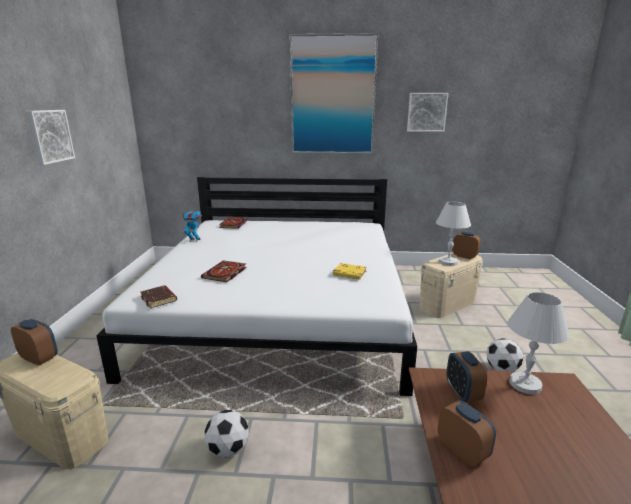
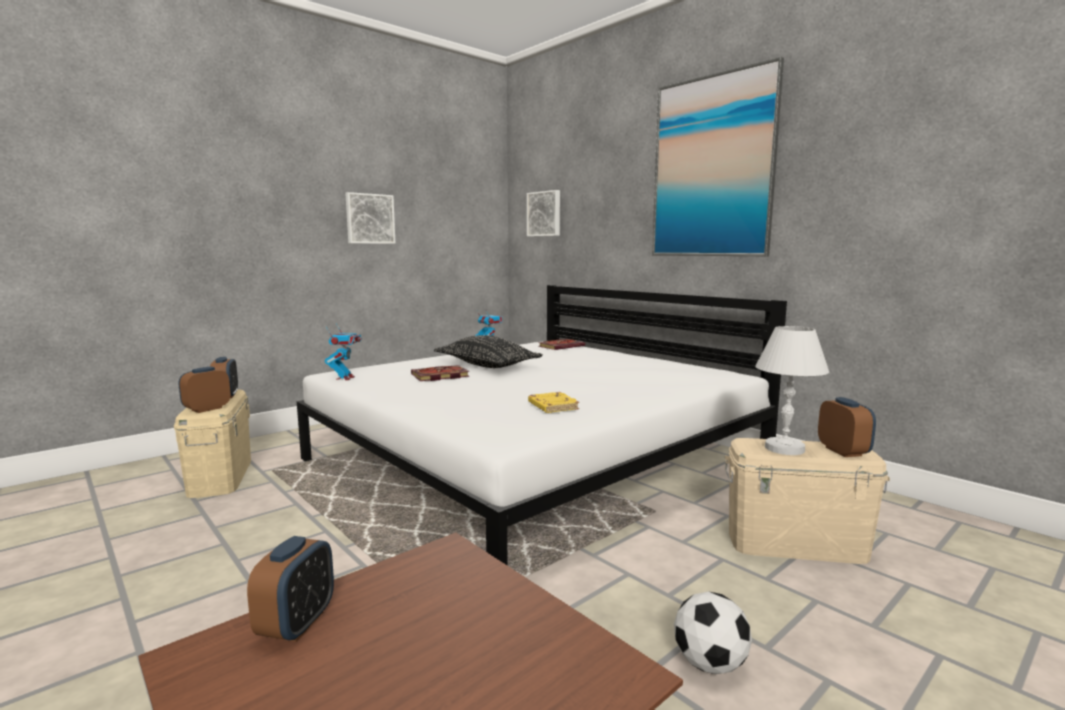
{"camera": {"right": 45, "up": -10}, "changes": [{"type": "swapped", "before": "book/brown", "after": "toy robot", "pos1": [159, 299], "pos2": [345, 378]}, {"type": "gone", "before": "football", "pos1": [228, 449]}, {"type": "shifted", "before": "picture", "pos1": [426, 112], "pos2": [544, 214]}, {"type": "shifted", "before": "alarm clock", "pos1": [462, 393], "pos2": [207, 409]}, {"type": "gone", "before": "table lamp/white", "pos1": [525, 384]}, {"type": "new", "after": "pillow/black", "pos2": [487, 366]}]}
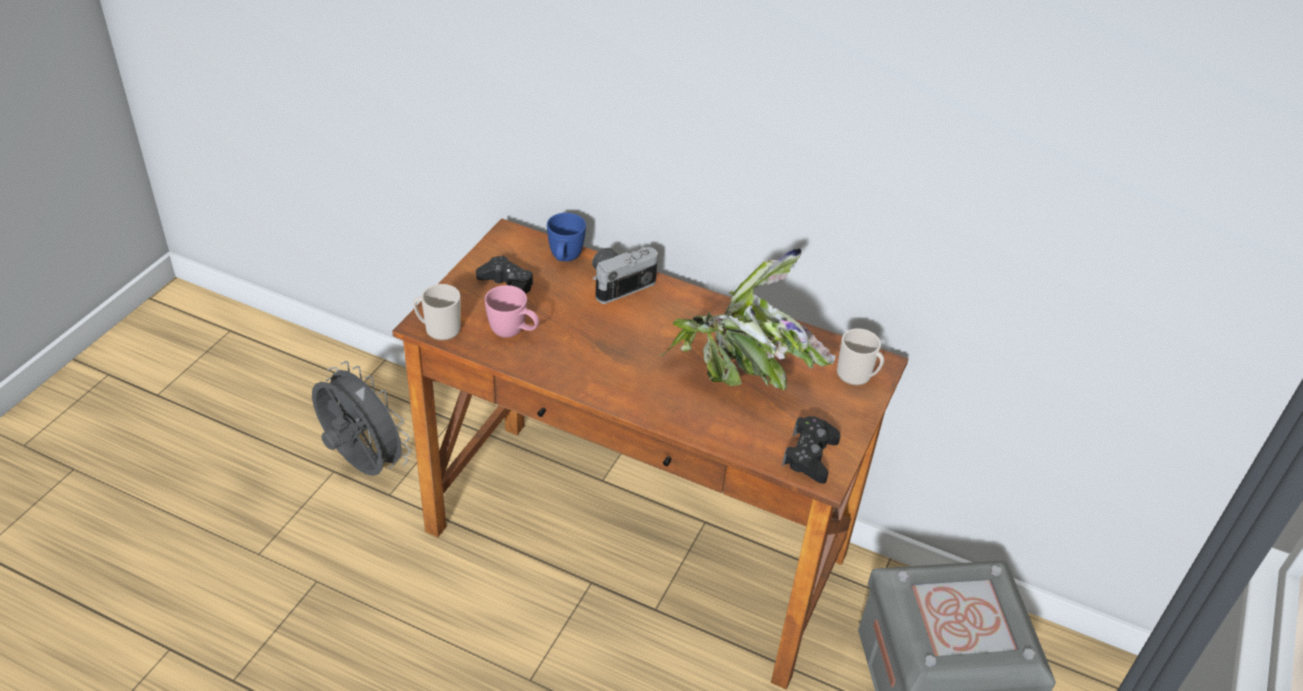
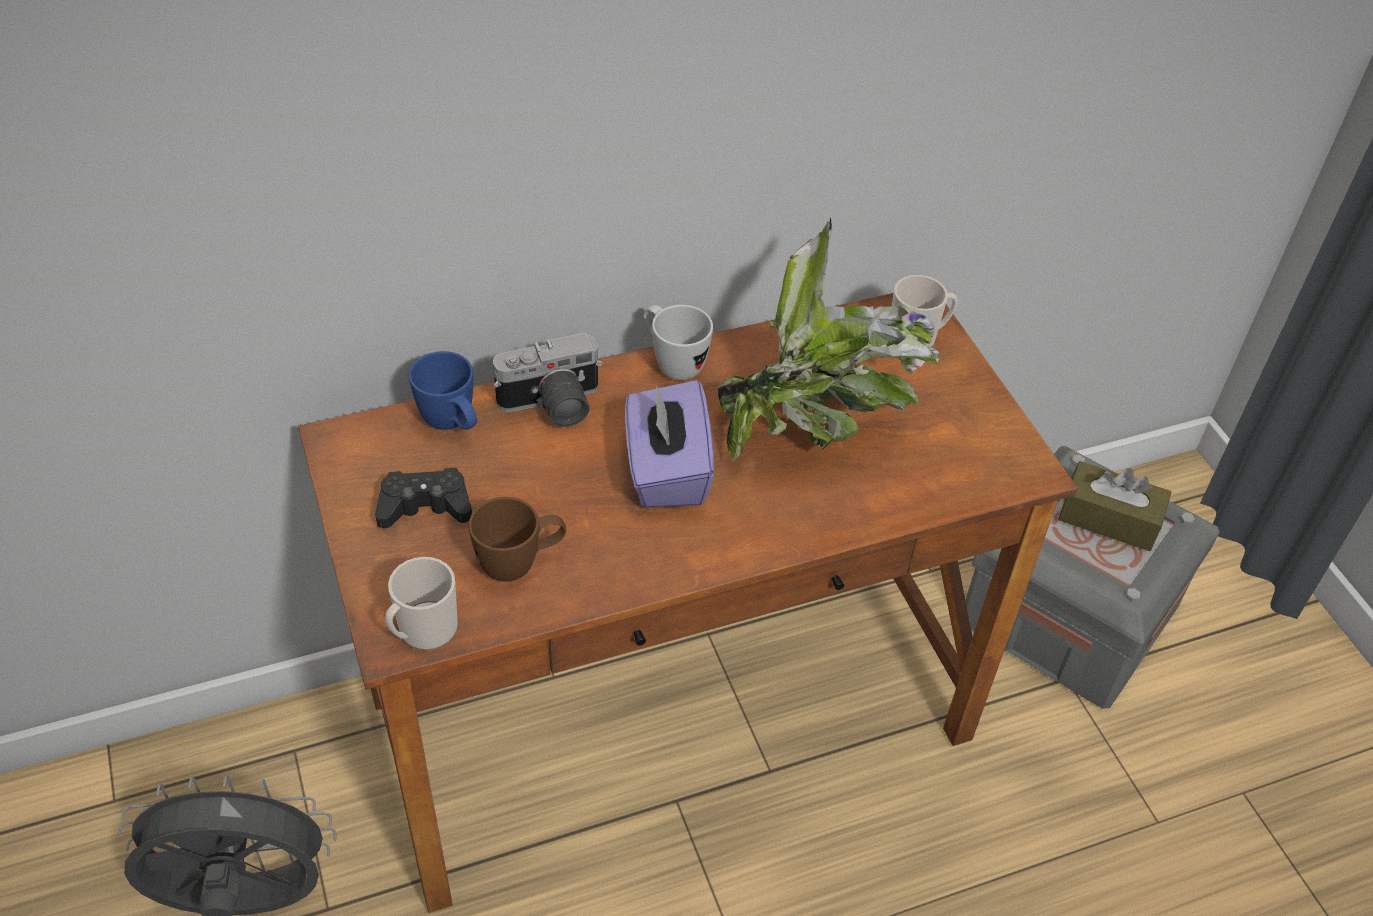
{"camera": {"right": -45, "up": 5}, "changes": [{"type": "repainted", "before": "mug/pink", "after": "mug/brown", "pos1": [513, 333], "pos2": [520, 563]}, {"type": "rotated", "before": "photo camera", "pos1": [619, 282], "pos2": [552, 407], "turn": -120}, {"type": "gone", "before": "game controller/black", "pos1": [810, 455]}, {"type": "new", "after": "tissue box/purple", "pos2": [666, 471]}, {"type": "new", "after": "mug/white", "pos2": [672, 363]}, {"type": "new", "after": "tissue box/brown", "pos2": [1109, 519]}]}
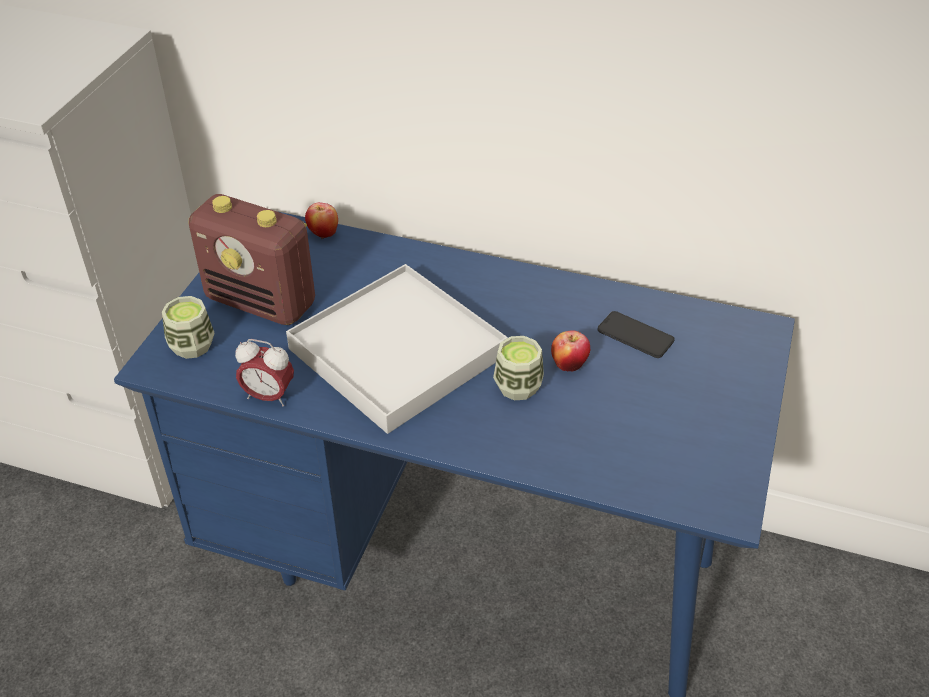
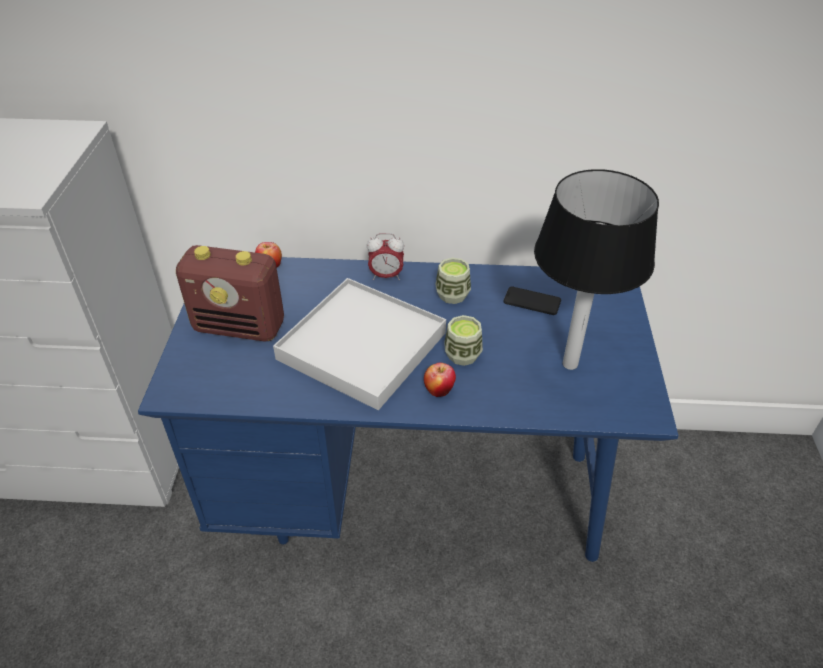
{"camera": {"right": -15, "up": 0}, "changes": [{"type": "shifted", "before": "cup", "pos1": [192, 345], "pos2": [452, 295]}, {"type": "shifted", "before": "alarm clock", "pos1": [268, 396], "pos2": [386, 276]}, {"type": "shifted", "before": "apple", "pos1": [569, 365], "pos2": [439, 390]}, {"type": "new", "after": "table lamp", "pos2": [569, 364]}]}
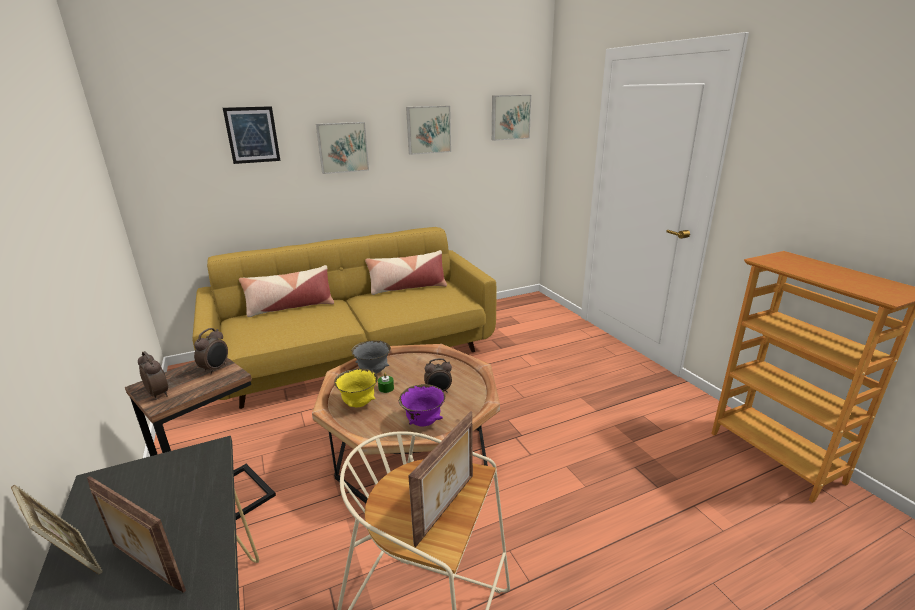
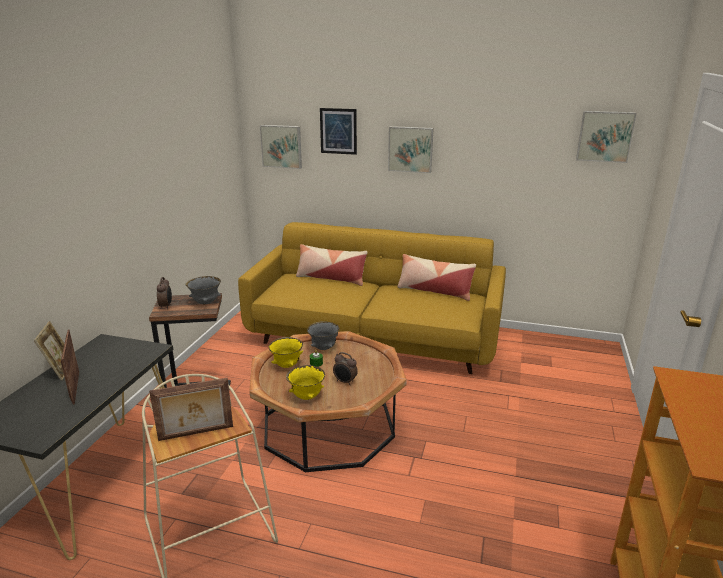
{"camera": {"right": 40, "up": 0}, "changes": [{"type": "swapped", "before": "alarm clock", "after": "bowl/grey", "pos1": [216, 369], "pos2": [206, 303]}, {"type": "repainted", "before": "bowl/purple", "after": "bowl/yellow", "pos1": [423, 422], "pos2": [307, 397]}, {"type": "shifted", "before": "picture", "pos1": [428, 129], "pos2": [282, 146]}]}
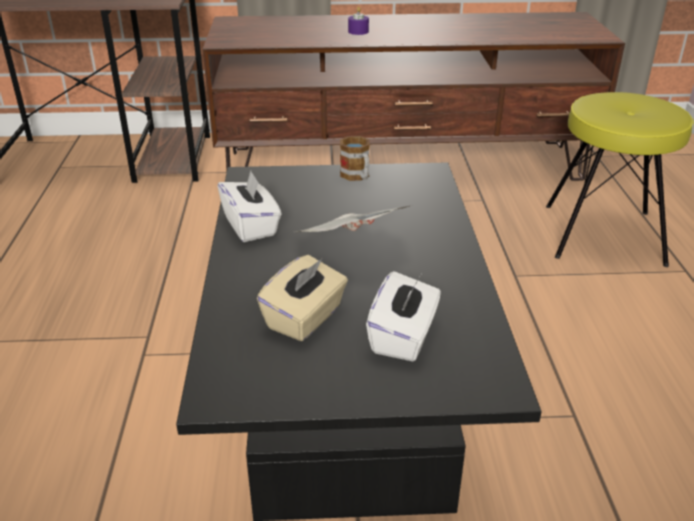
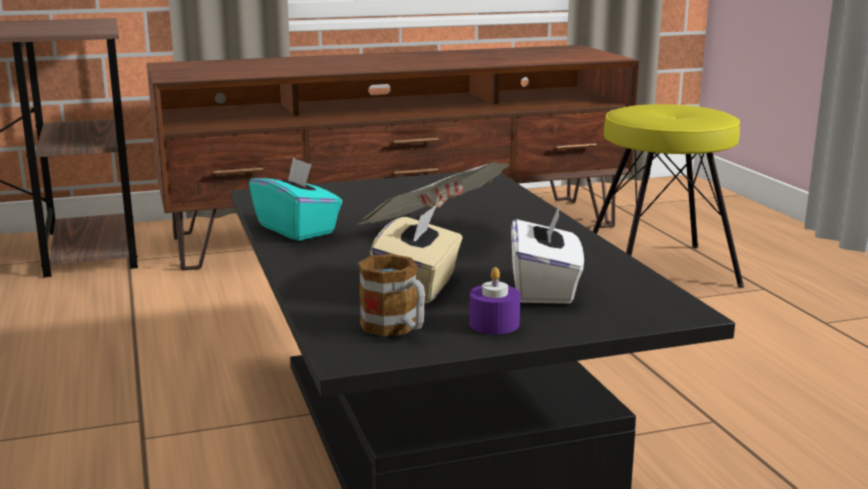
{"camera": {"right": -15, "up": -15}, "changes": [{"type": "repainted", "before": "tissue box/white", "after": "tissue box/turquoise", "pos1": [251, 226], "pos2": [297, 229]}, {"type": "shifted", "before": "mug", "pos1": [357, 176], "pos2": [396, 328]}, {"type": "shifted", "before": "candle/purple", "pos1": [358, 31], "pos2": [494, 324]}]}
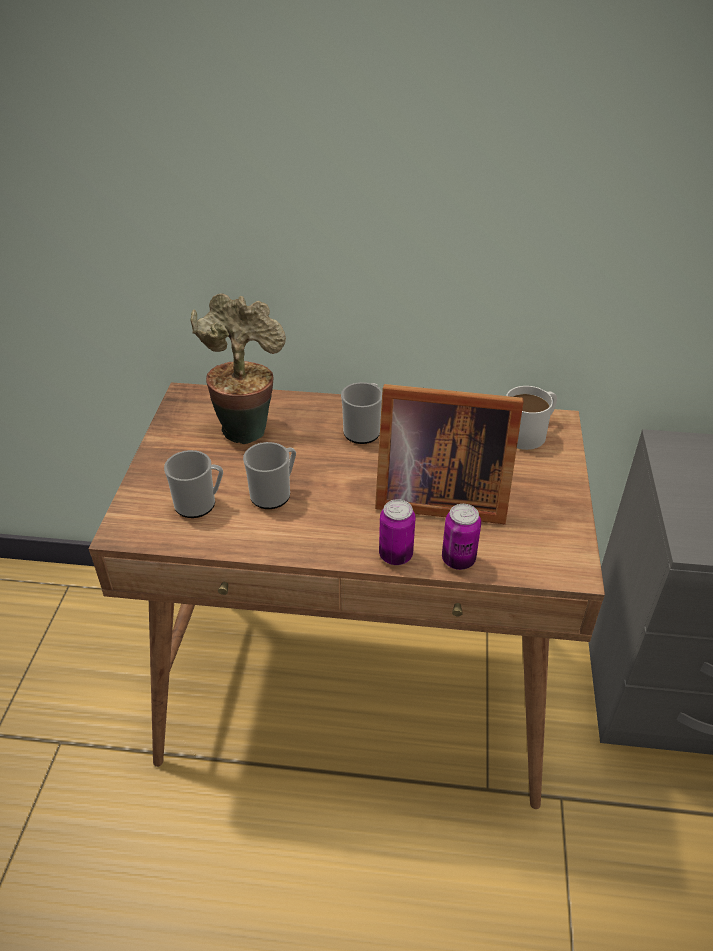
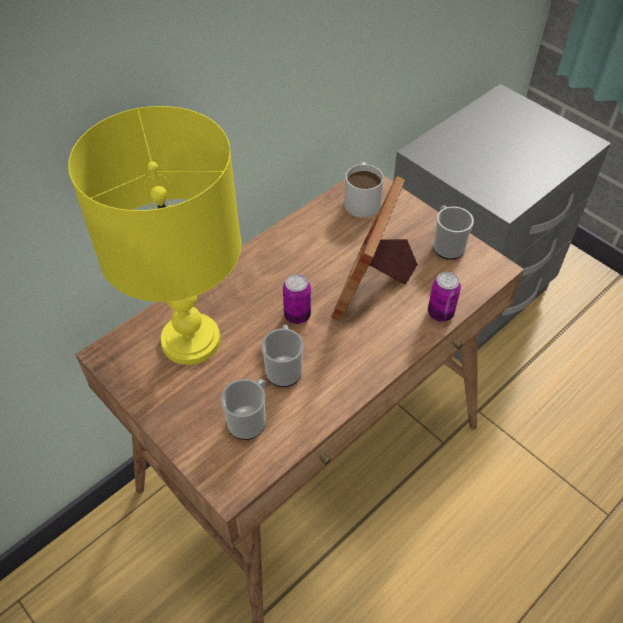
{"camera": {"right": -50, "up": 10}, "changes": [{"type": "swapped", "before": "potted plant", "after": "table lamp/yellow", "pos1": [246, 426], "pos2": [190, 339]}, {"type": "shifted", "before": "mug", "pos1": [364, 430], "pos2": [447, 245]}, {"type": "rotated", "before": "picture frame", "pos1": [436, 495], "pos2": [374, 284], "turn": 150}, {"type": "shifted", "before": "can", "pos1": [395, 555], "pos2": [297, 315]}]}
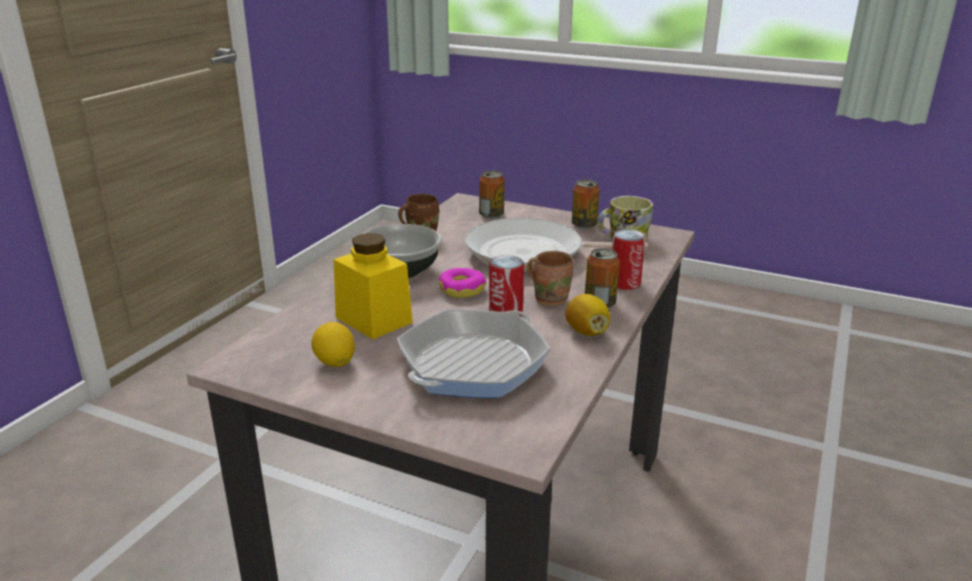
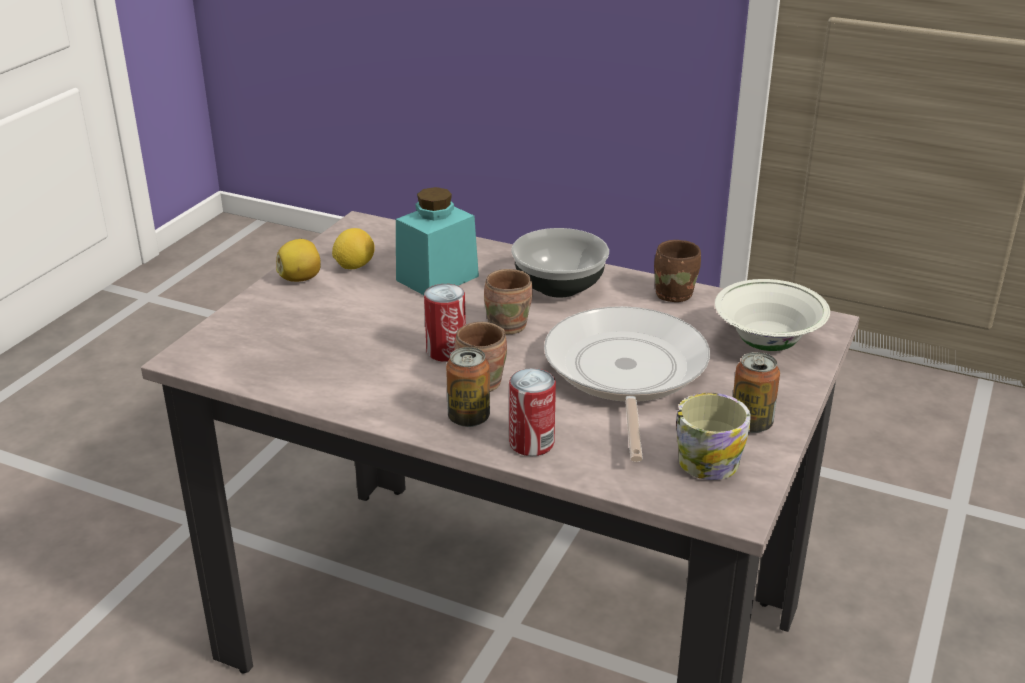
{"camera": {"right": 90, "up": 5}, "changes": [{"type": "repainted", "before": "jar/yellow", "after": "jar/turquoise", "pos1": [373, 319], "pos2": [437, 278]}, {"type": "gone", "before": "frying pan", "pos1": [473, 364]}, {"type": "swapped", "before": "donut", "after": "mug/brown", "pos1": [462, 290], "pos2": [508, 324]}, {"type": "swapped", "before": "can", "after": "bowl/white", "pos1": [491, 215], "pos2": [767, 343]}, {"type": "shifted", "before": "lemon", "pos1": [586, 332], "pos2": [301, 278]}]}
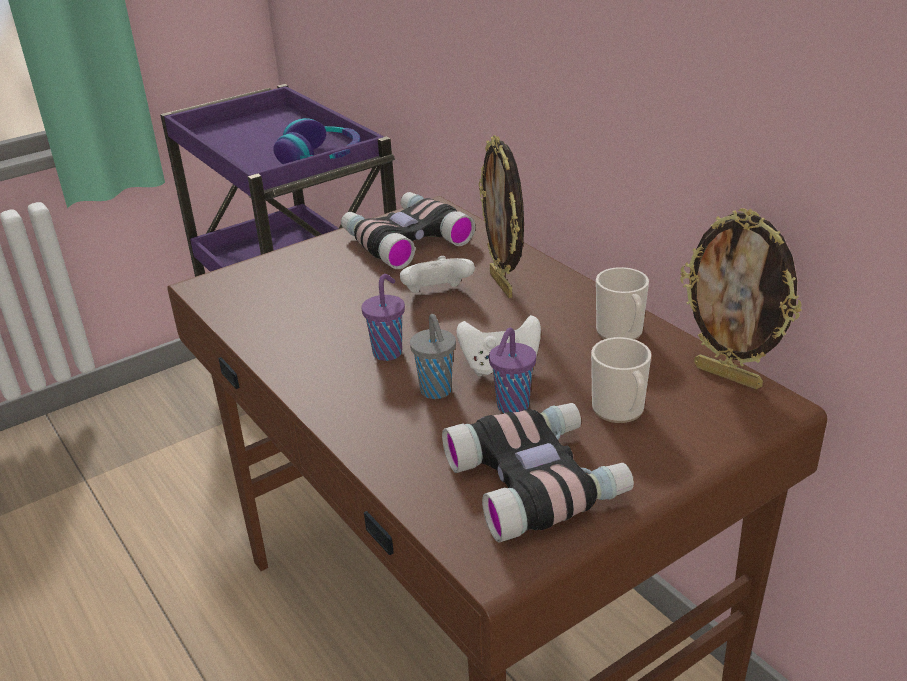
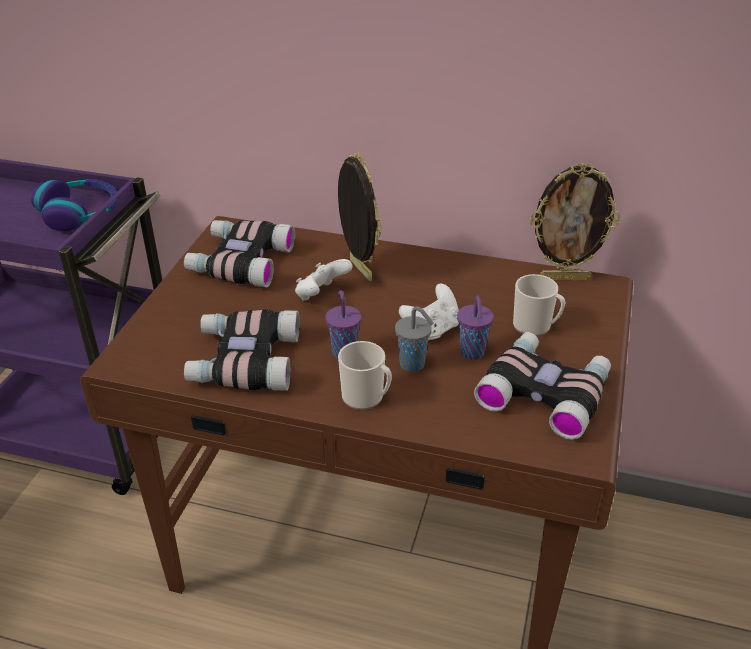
{"camera": {"right": -40, "up": 5}, "changes": [{"type": "rotated", "before": "picture frame", "pos1": [503, 285], "pos2": [358, 270], "turn": -150}, {"type": "shifted", "before": "mug", "pos1": [622, 333], "pos2": [366, 398]}, {"type": "new", "after": "binoculars", "pos2": [243, 360]}]}
